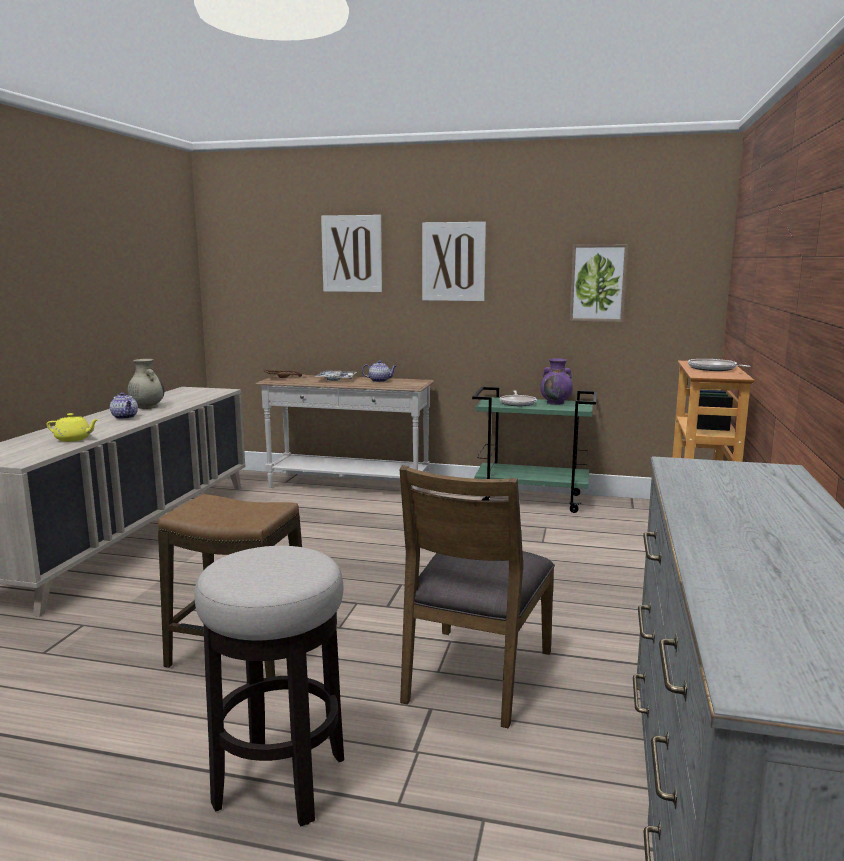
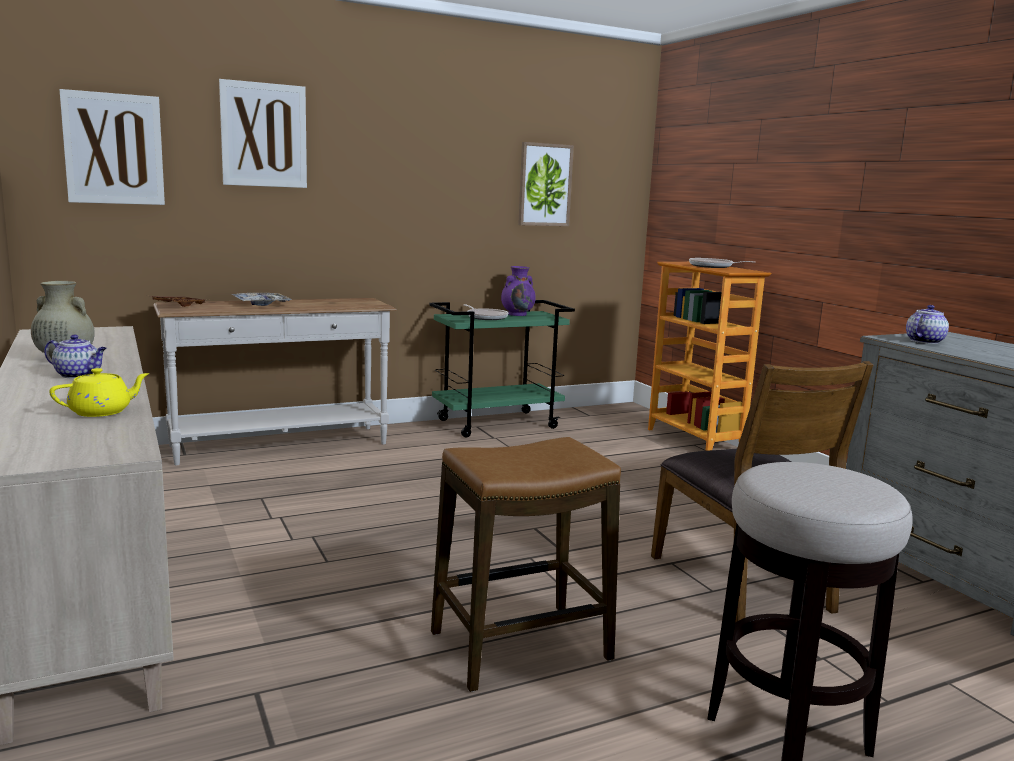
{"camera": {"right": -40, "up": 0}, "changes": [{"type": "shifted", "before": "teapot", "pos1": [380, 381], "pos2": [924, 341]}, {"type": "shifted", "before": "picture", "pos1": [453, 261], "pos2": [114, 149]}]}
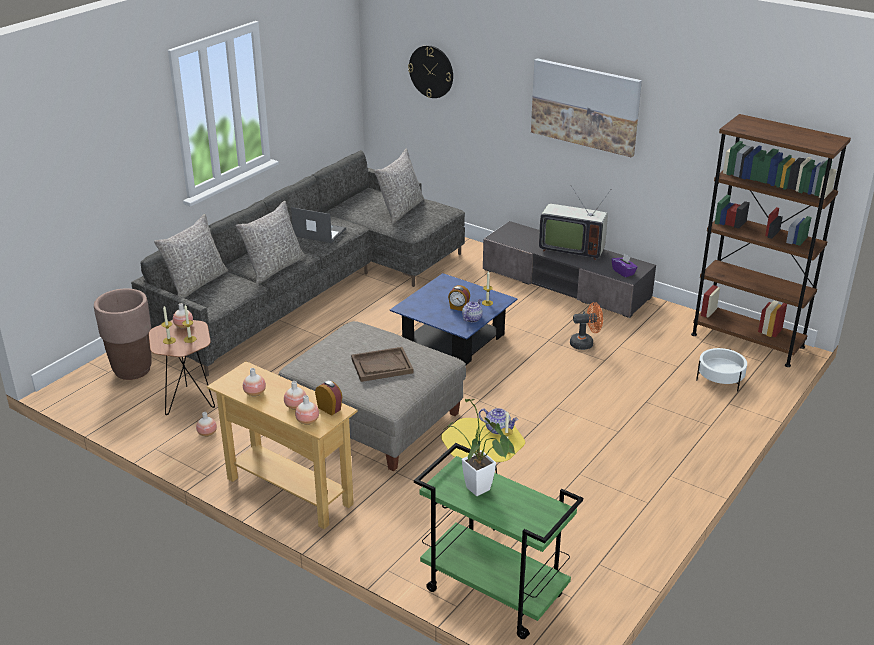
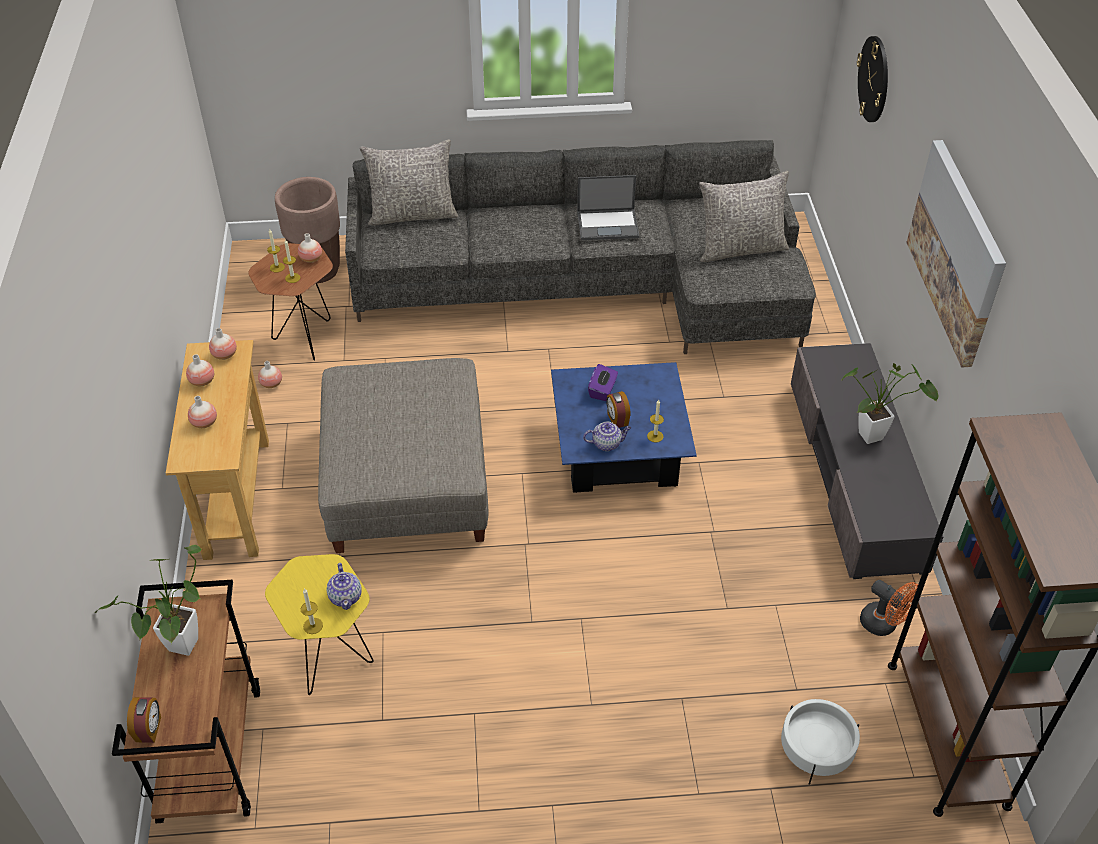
{"camera": {"right": 50, "up": 15}, "changes": [{"type": "gone", "before": "pillow/grey", "pos1": [274, 268]}, {"type": "rotated", "before": "laptop", "pos1": [319, 232], "pos2": [608, 224], "turn": 105}, {"type": "shifted", "before": "vase", "pos1": [307, 421], "pos2": [224, 355]}, {"type": "shifted", "before": "alarm clock", "pos1": [329, 408], "pos2": [149, 729]}, {"type": "gone", "before": "tray/brown", "pos1": [382, 366]}, {"type": "repainted", "before": "cart/green", "after": "cart/brown", "pos1": [492, 593], "pos2": [210, 753]}, {"type": "swapped", "before": "television", "after": "potted plant", "pos1": [571, 249], "pos2": [875, 435]}, {"type": "shifted", "before": "fan/orange", "pos1": [585, 343], "pos2": [884, 625]}, {"type": "shifted", "before": "tissue box/purple", "pos1": [623, 272], "pos2": [602, 390]}]}
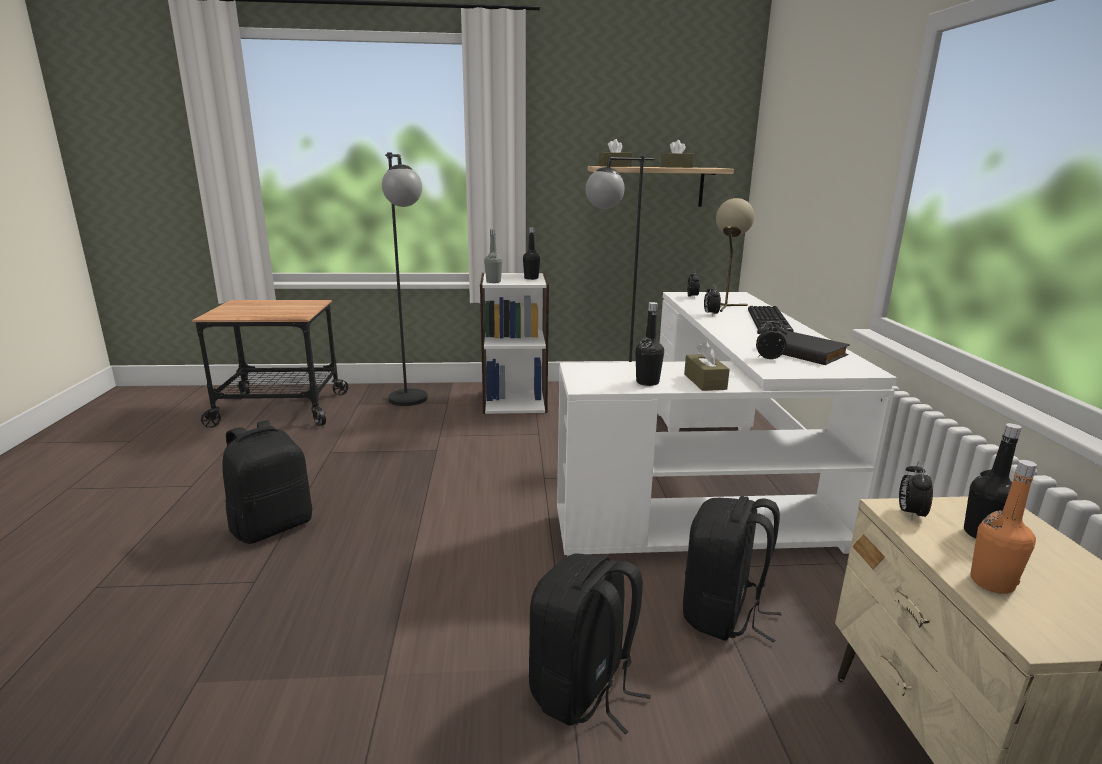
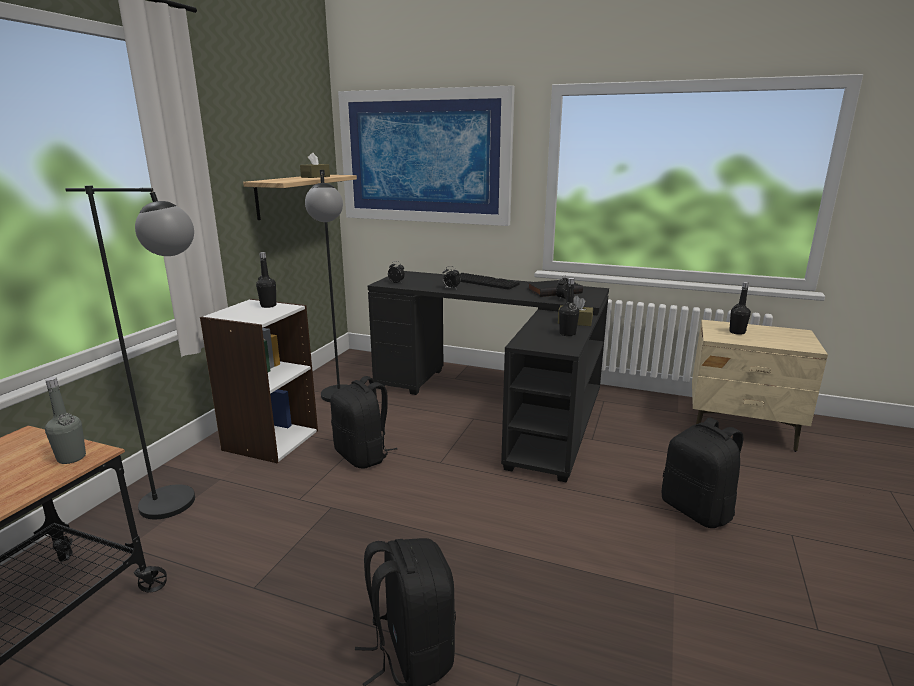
{"camera": {"right": -65, "up": 0}, "changes": [{"type": "shifted", "before": "bottle/grey", "pos1": [493, 282], "pos2": [71, 458]}, {"type": "repainted", "before": "desk/white", "after": "desk/black", "pos1": [714, 484], "pos2": [500, 404]}, {"type": "gone", "before": "tissue box/brown", "pos1": [615, 166]}, {"type": "shifted", "before": "backpack/black", "pos1": [723, 614], "pos2": [363, 456]}, {"type": "gone", "before": "table lamp/beige", "pos1": [725, 307]}, {"type": "gone", "before": "alarm clock", "pos1": [910, 513]}, {"type": "gone", "before": "bottle/orange", "pos1": [991, 582]}, {"type": "new", "after": "picture", "pos2": [424, 157]}]}
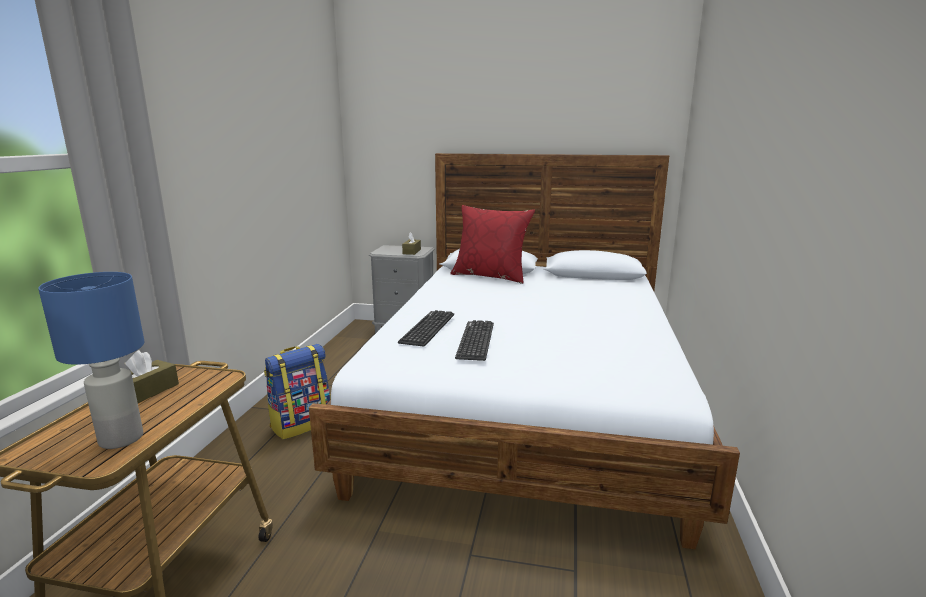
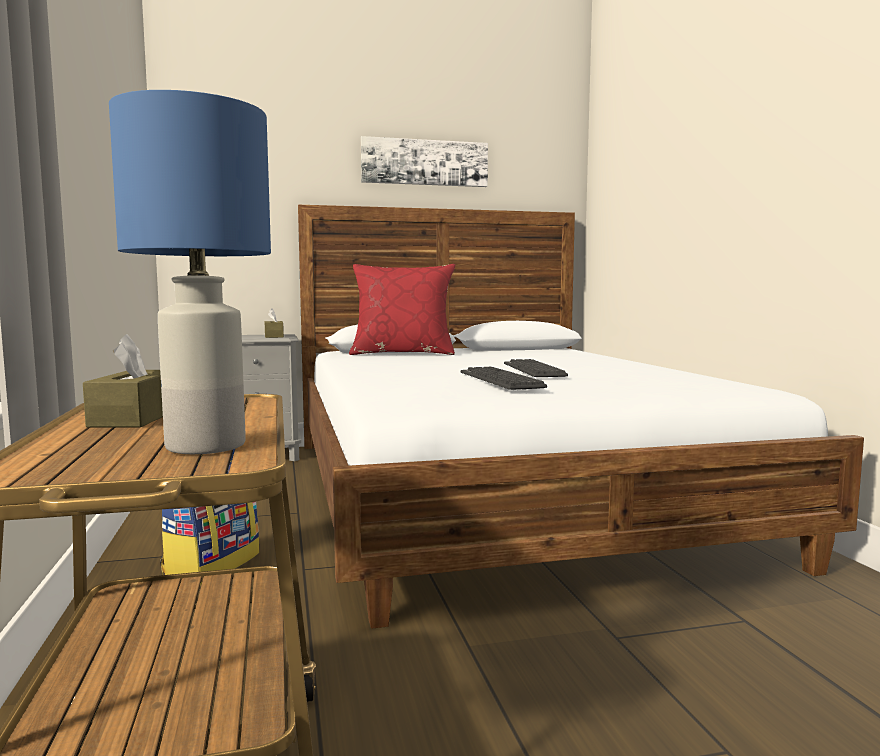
{"camera": {"right": -25, "up": -10}, "changes": [{"type": "shifted", "before": "keyboard", "pos1": [427, 328], "pos2": [533, 370]}, {"type": "new", "after": "picture", "pos2": [424, 162]}]}
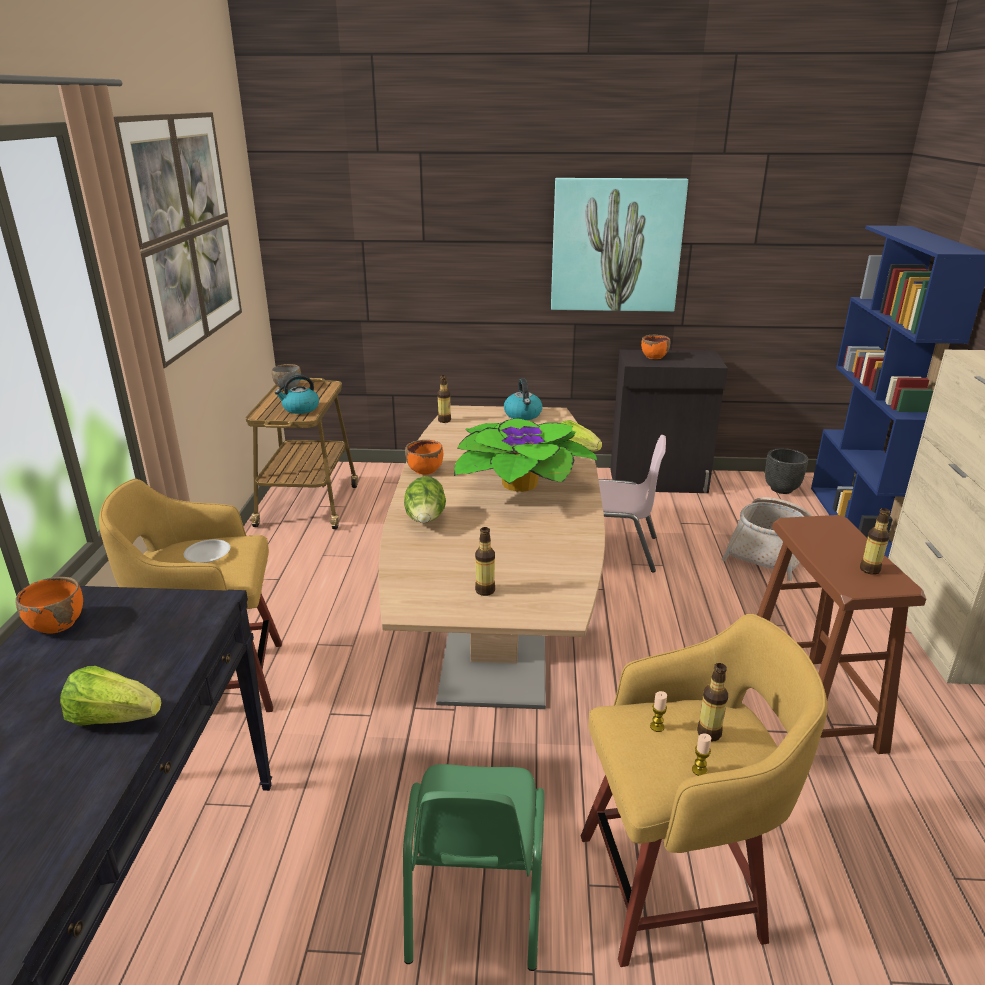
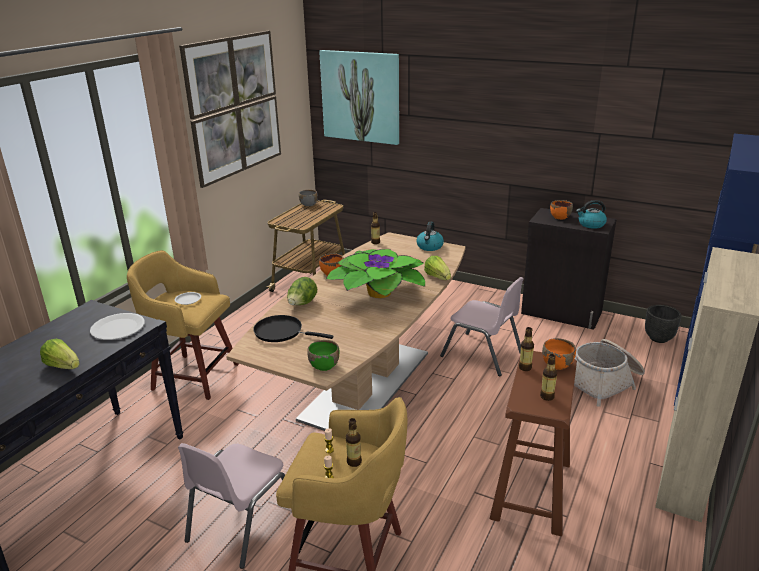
{"camera": {"right": 25, "up": 0}, "changes": [{"type": "shifted", "before": "bowl/orange", "pos1": [57, 623], "pos2": [557, 364]}, {"type": "shifted", "before": "kettle", "pos1": [300, 409], "pos2": [591, 224]}, {"type": "repainted", "before": "chair/green", "after": "chair/pink", "pos1": [475, 892], "pos2": [242, 522]}, {"type": "shifted", "before": "bottle", "pos1": [485, 590], "pos2": [525, 367]}, {"type": "shifted", "before": "picture", "pos1": [616, 245], "pos2": [361, 96]}, {"type": "new", "after": "plate/white", "pos2": [118, 328]}, {"type": "new", "after": "frying pan/black", "pos2": [282, 332]}, {"type": "new", "after": "bowl/green", "pos2": [324, 365]}]}
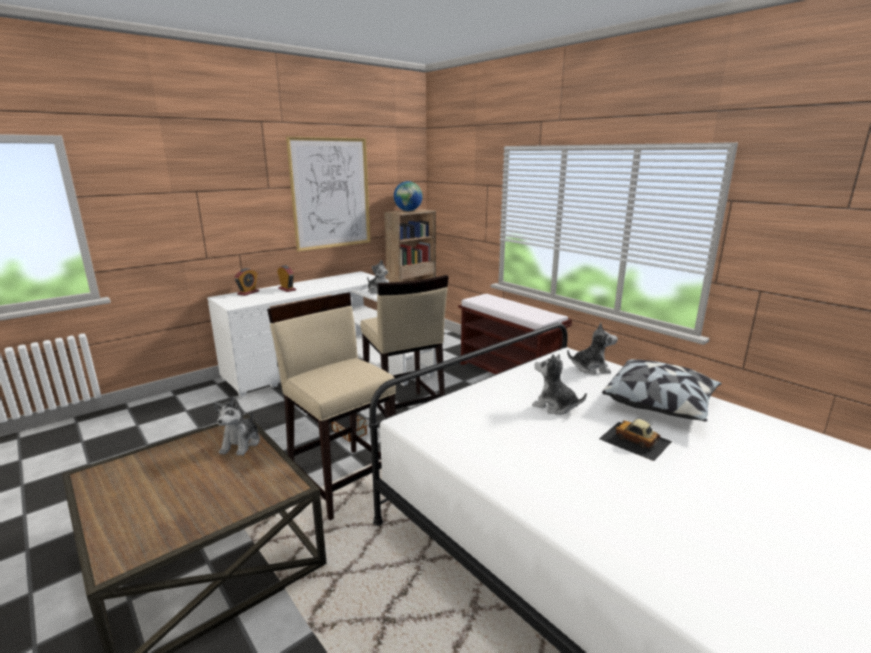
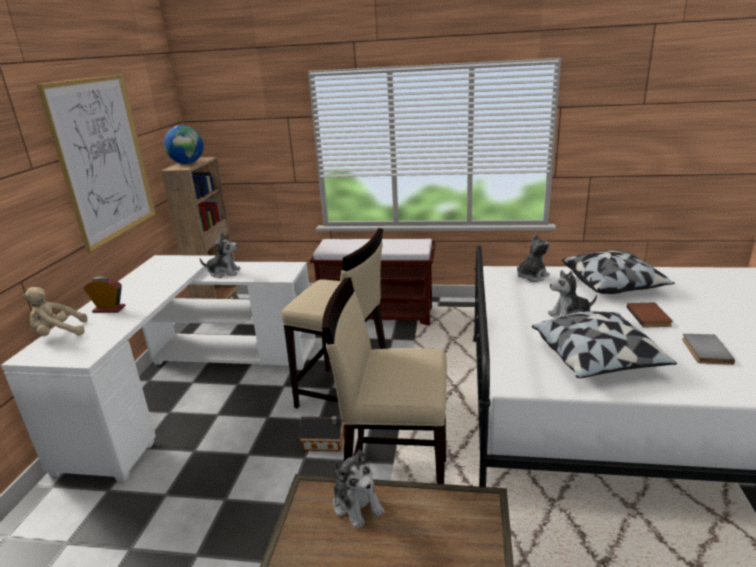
{"camera": {"right": -40, "up": 5}, "changes": [{"type": "swapped", "before": "alarm clock", "after": "plush toy/beige", "pos1": [248, 293], "pos2": [59, 334]}, {"type": "swapped", "before": "toy car", "after": "book/brown", "pos1": [635, 440], "pos2": [650, 316]}, {"type": "new", "after": "pillow", "pos2": [598, 360]}, {"type": "new", "after": "book/grey", "pos2": [704, 350]}]}
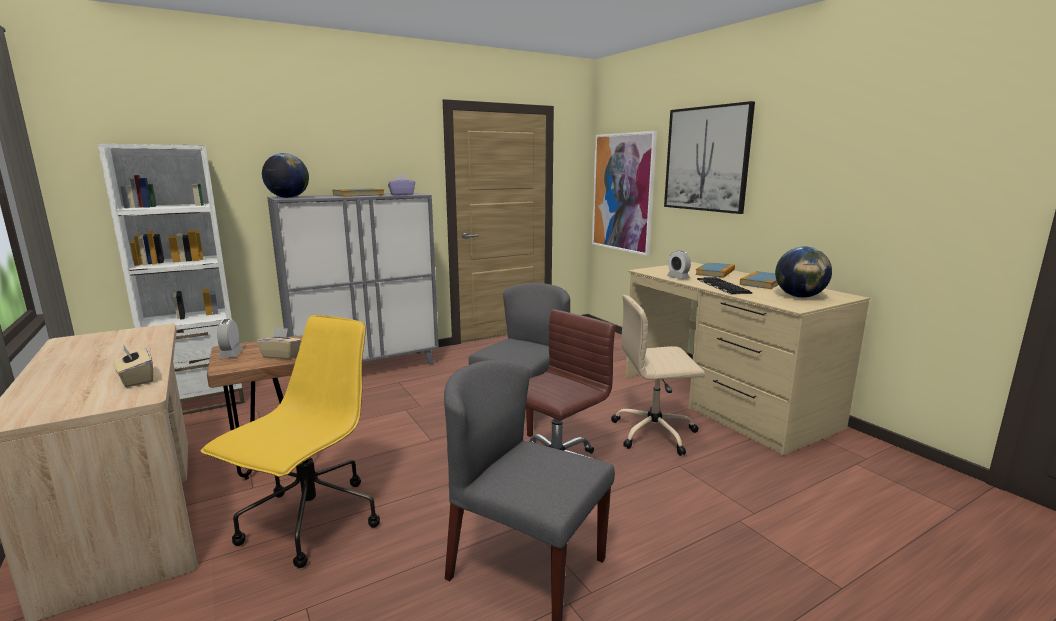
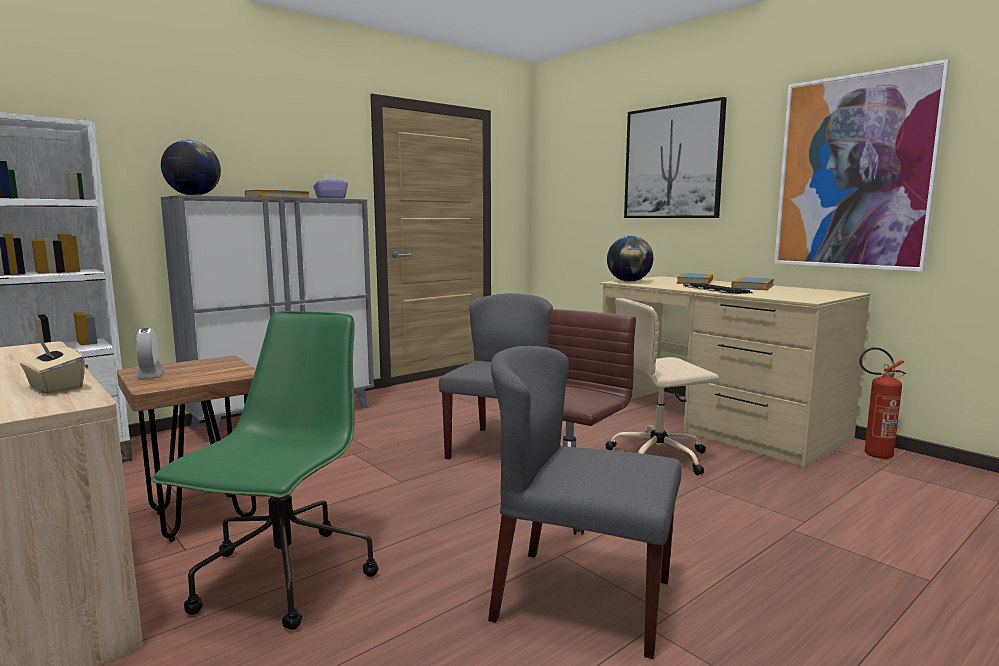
{"camera": {"right": -10, "up": -5}, "changes": [{"type": "repainted", "before": "office chair/yellow", "after": "office chair/green", "pos1": [310, 522], "pos2": [283, 579]}, {"type": "gone", "before": "tissue box/beige", "pos1": [282, 355]}, {"type": "shifted", "before": "picture", "pos1": [623, 192], "pos2": [854, 172]}, {"type": "gone", "before": "alarm clock", "pos1": [678, 277]}, {"type": "shifted", "before": "globe", "pos1": [799, 297], "pos2": [629, 281]}, {"type": "new", "after": "fire extinguisher", "pos2": [872, 454]}]}
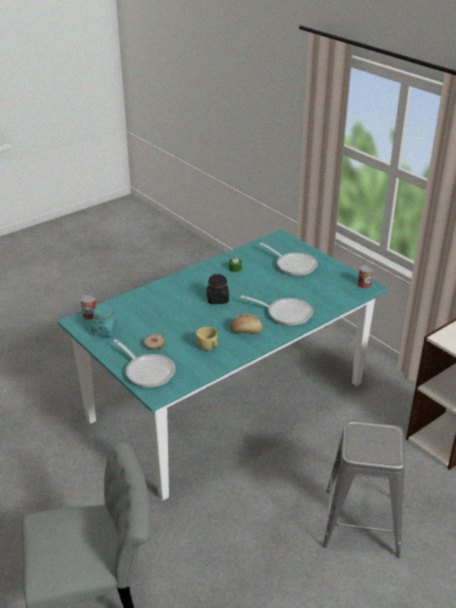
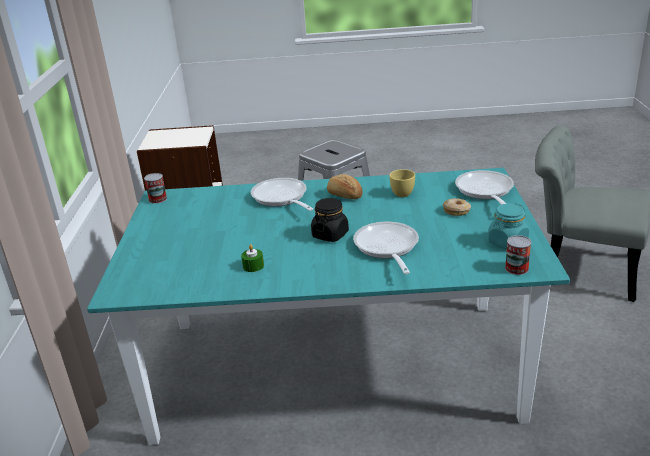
{"camera": {"right": -140, "up": -5}, "changes": [{"type": "shifted", "before": "frying pan", "pos1": [293, 265], "pos2": [387, 248]}]}
